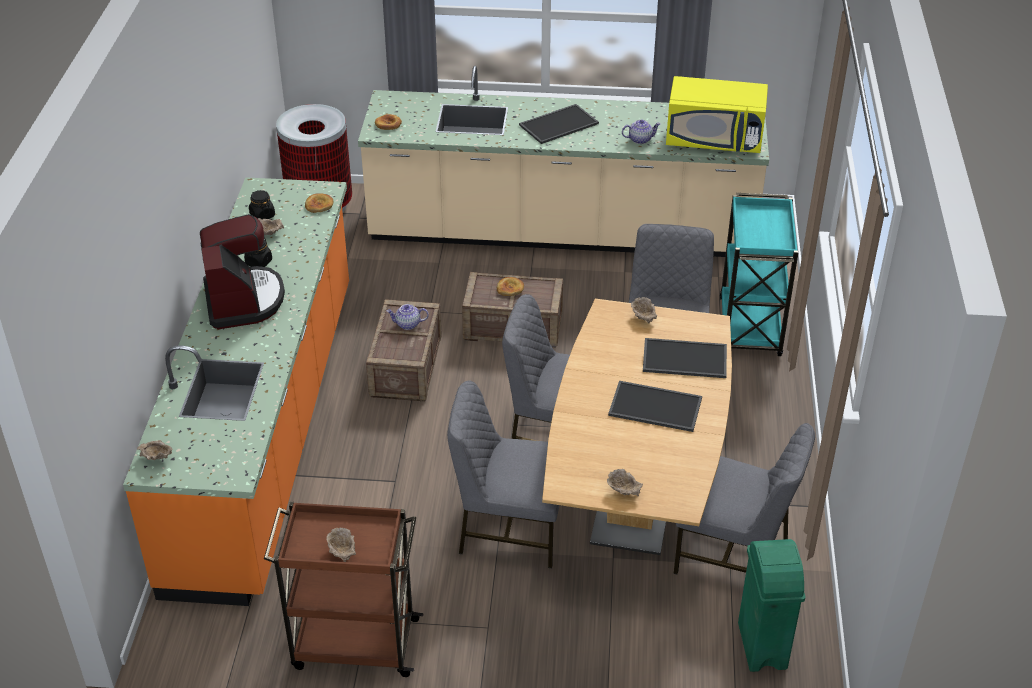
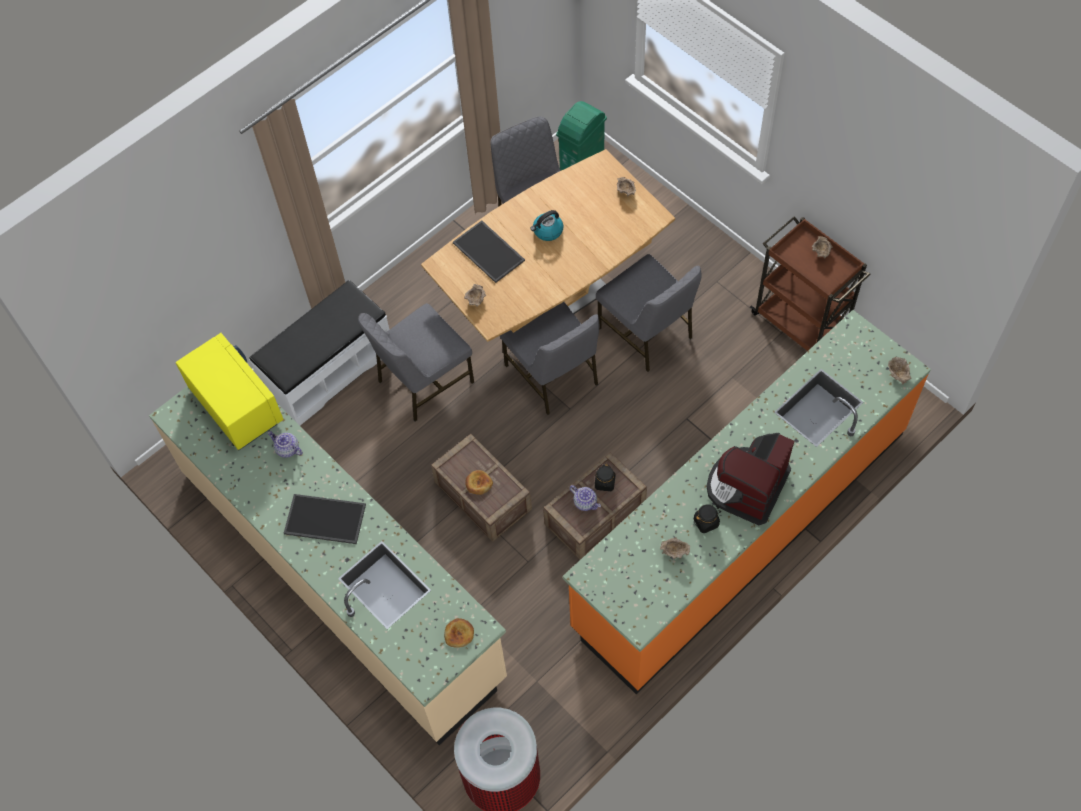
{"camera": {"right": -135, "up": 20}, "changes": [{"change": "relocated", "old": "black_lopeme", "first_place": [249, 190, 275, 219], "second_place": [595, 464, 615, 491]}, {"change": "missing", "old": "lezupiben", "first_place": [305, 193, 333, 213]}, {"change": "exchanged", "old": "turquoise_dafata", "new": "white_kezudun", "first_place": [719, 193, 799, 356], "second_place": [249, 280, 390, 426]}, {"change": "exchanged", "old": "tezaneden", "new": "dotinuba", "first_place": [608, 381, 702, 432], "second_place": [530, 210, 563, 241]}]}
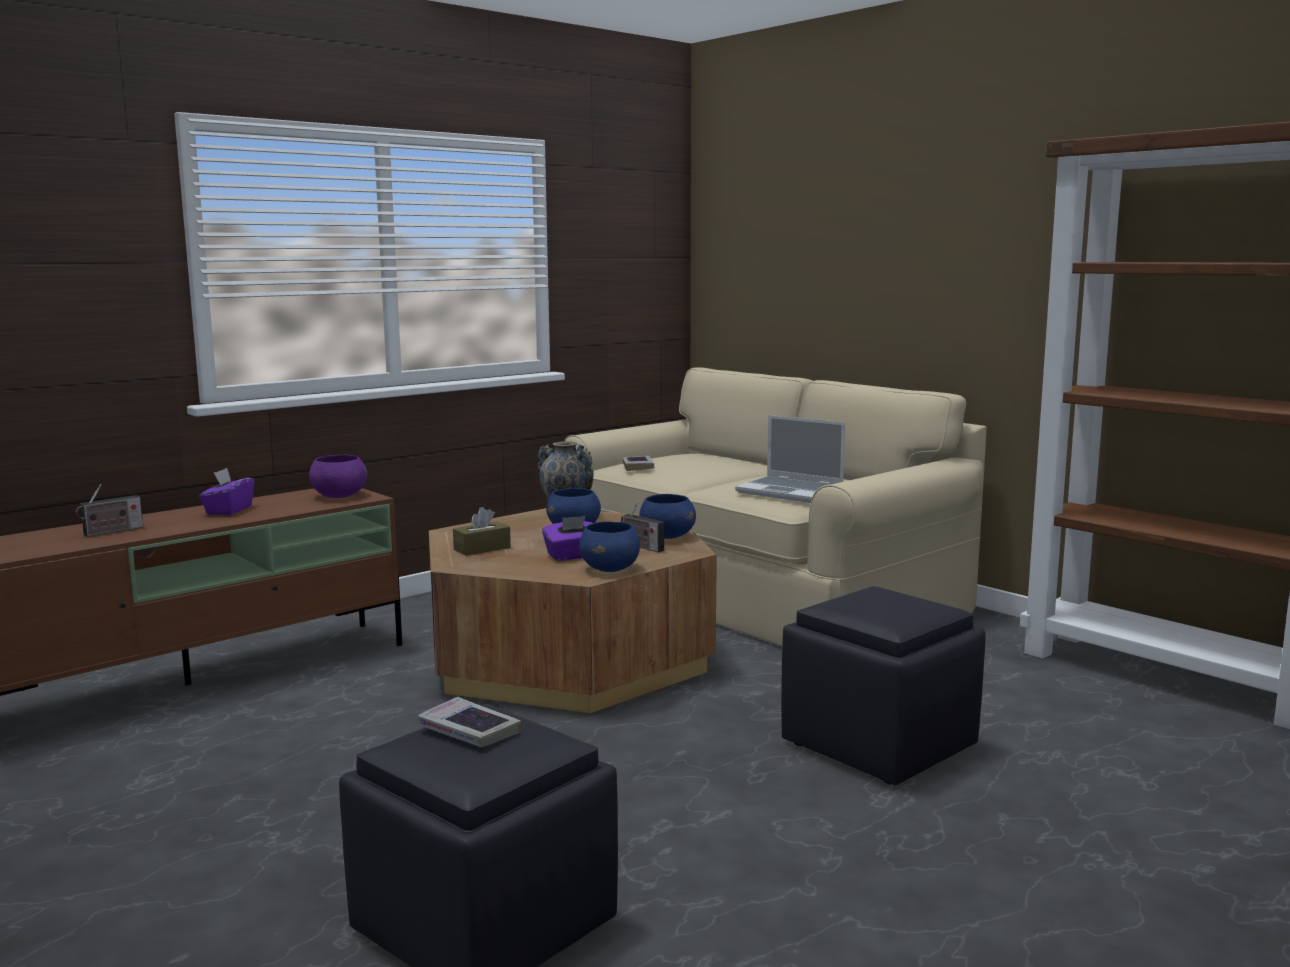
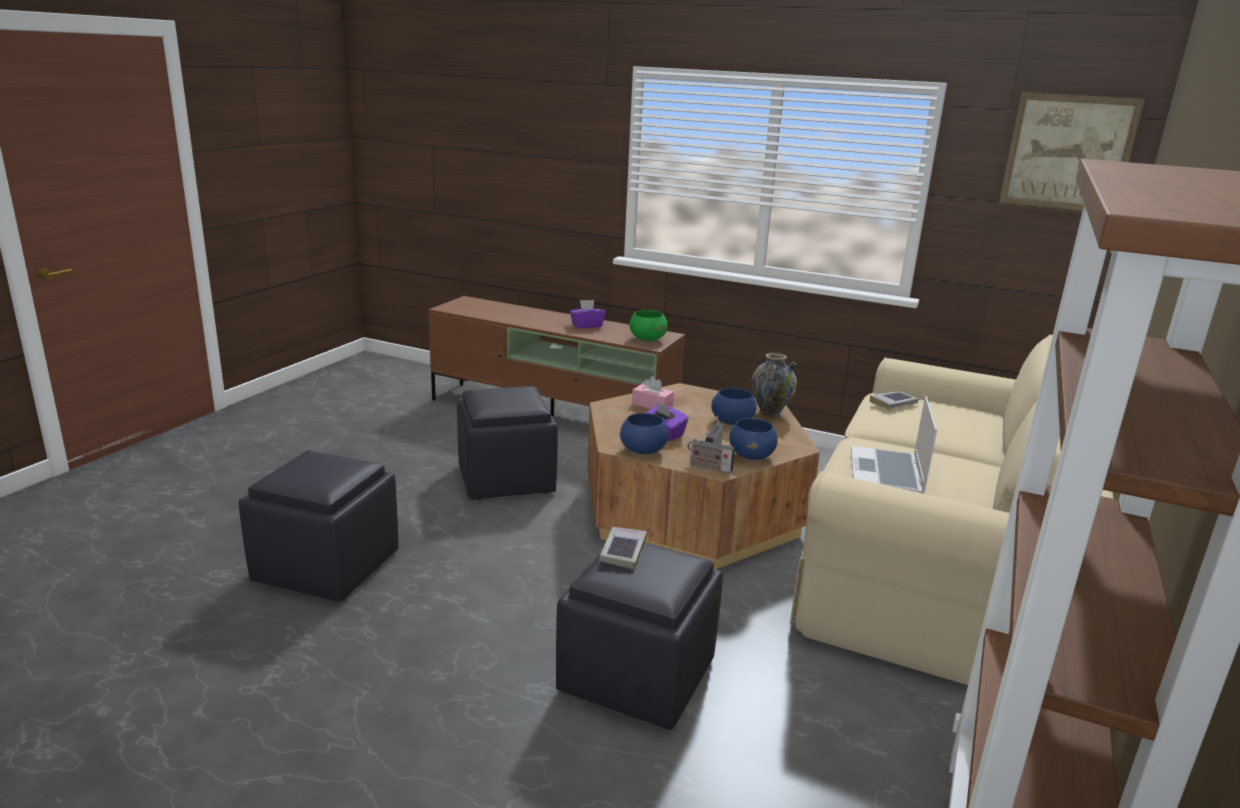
{"camera": {"right": 65, "up": 10}, "changes": [{"change": "colour", "old": "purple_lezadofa", "new": "green_lezadofa", "first_place": [309, 455, 367, 498], "second_place": [629, 310, 668, 341]}, {"change": "relocated", "old": "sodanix", "first_place": [75, 484, 143, 537], "second_place": [688, 430, 735, 473]}, {"change": "colour", "old": "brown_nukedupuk", "new": "pink_nukedupuk", "first_place": [453, 507, 511, 556], "second_place": [632, 376, 674, 409]}, {"change": "relocated", "old": "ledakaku", "first_place": [418, 697, 521, 747], "second_place": [599, 527, 647, 569]}, {"change": "appeared", "new": "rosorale", "second_place": [999, 92, 1145, 211]}, {"change": "appeared", "new": "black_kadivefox", "second_place": [457, 386, 558, 500]}]}
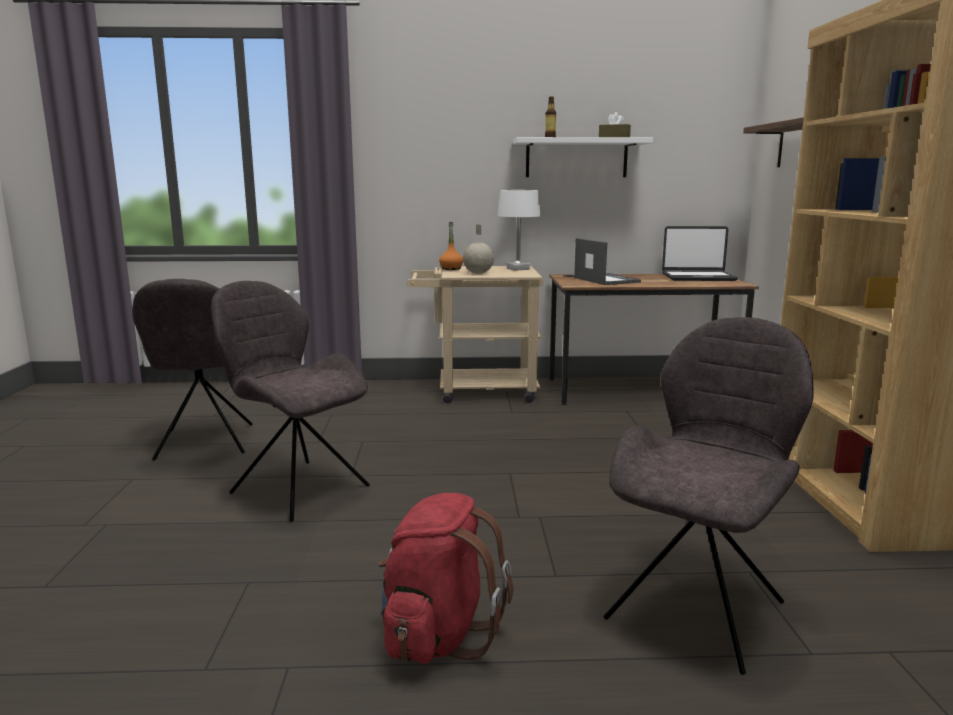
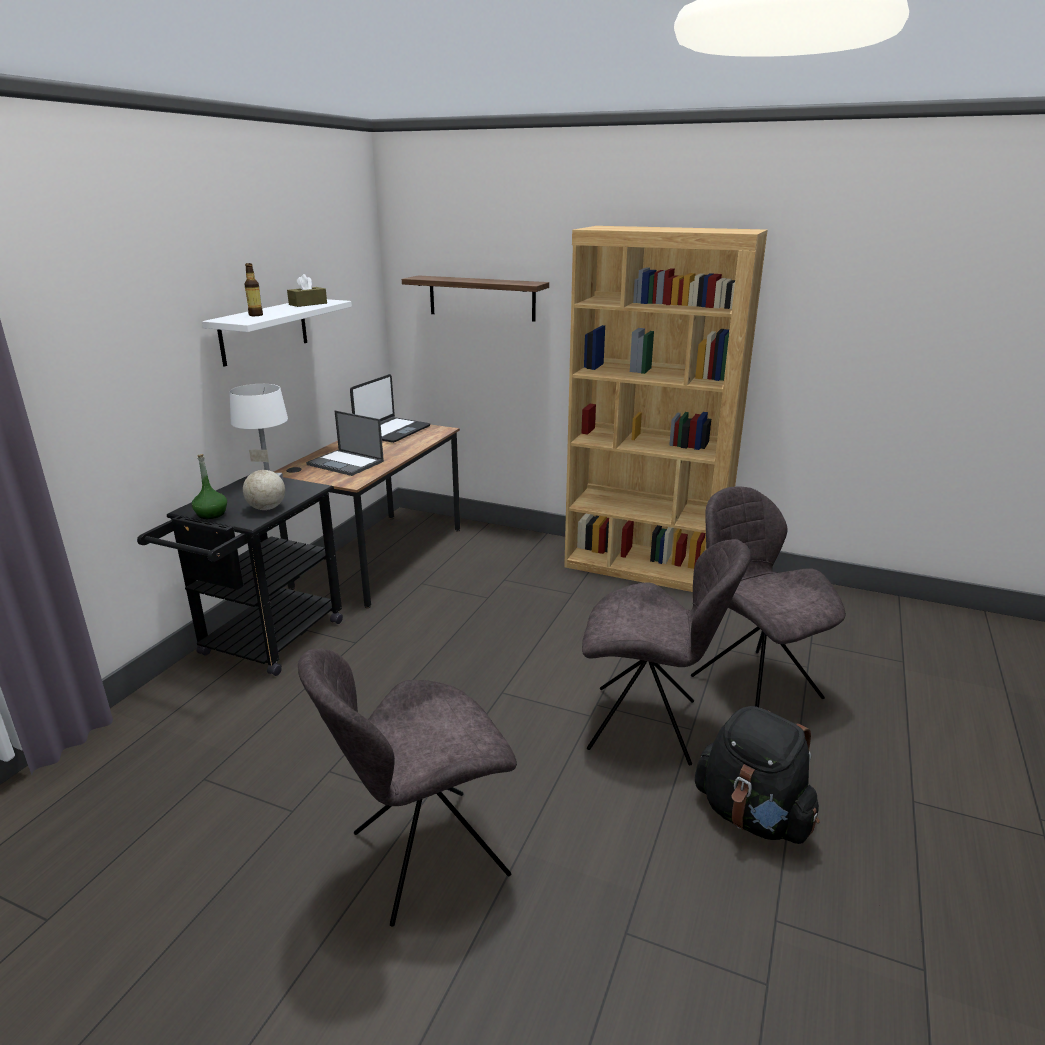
{"camera": {"right": -65, "up": 10}, "changes": [{"change": "colour", "old": "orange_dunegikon", "new": "green_dunegikon", "first_place": [439, 222, 463, 270], "second_place": [192, 454, 227, 519]}, {"change": "spun", "old": "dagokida", "first_place": [574, 238, 641, 285], "second_place": [306, 411, 384, 476], "degrees": -150}, {"change": "colour", "old": "beige_dafata", "new": "black_dafata", "first_place": [407, 266, 544, 403], "second_place": [137, 475, 343, 676]}, {"change": "relocated", "old": "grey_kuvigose", "first_place": [132, 279, 253, 461], "second_place": [582, 539, 751, 766]}, {"change": "colour", "old": "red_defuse", "new": "black_defuse", "first_place": [378, 493, 513, 664], "second_place": [695, 706, 820, 844]}]}
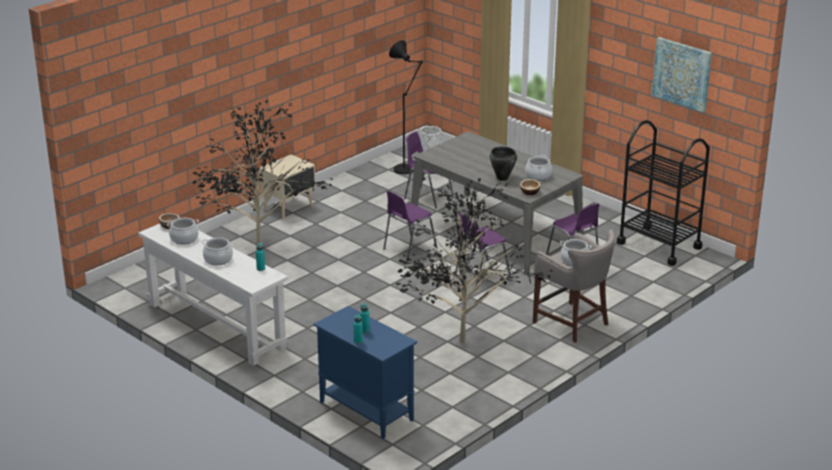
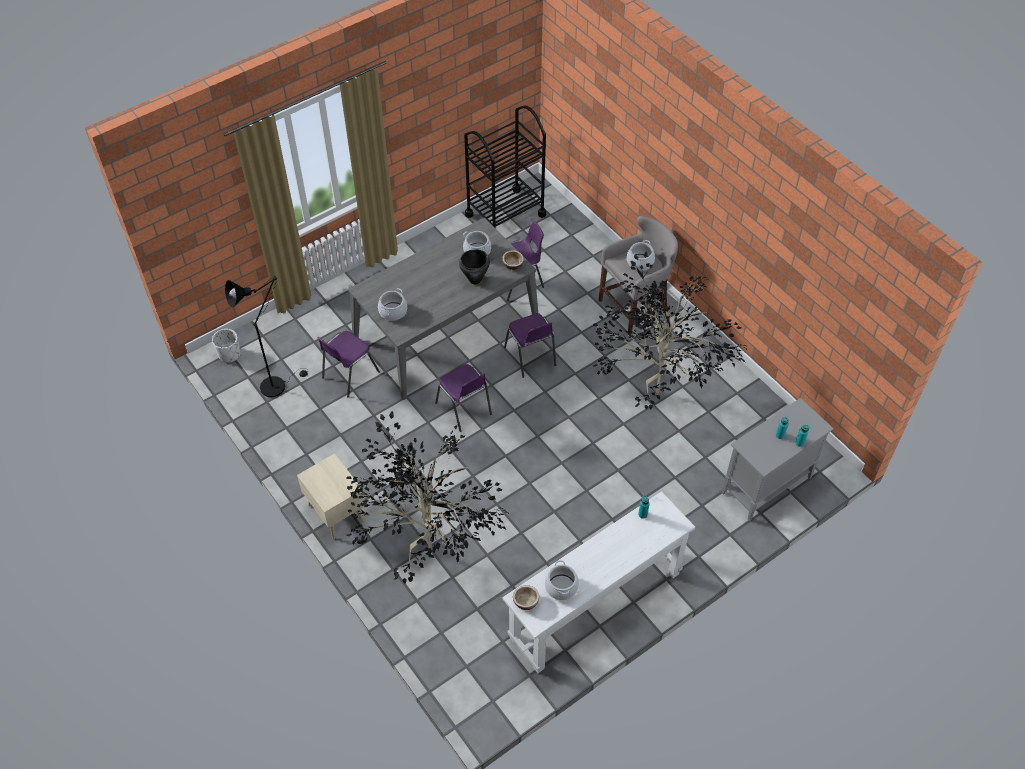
{"camera": {"right": -80, "up": 25}, "changes": [{"change": "missing", "old": "rosorale", "first_place": [652, 37, 712, 113]}, {"change": "relocated", "old": "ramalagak", "first_place": [202, 238, 233, 265], "second_place": [378, 288, 407, 321]}, {"change": "colour", "old": "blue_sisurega", "new": "grey_sisurega", "first_place": [314, 306, 417, 439], "second_place": [722, 398, 834, 521]}]}
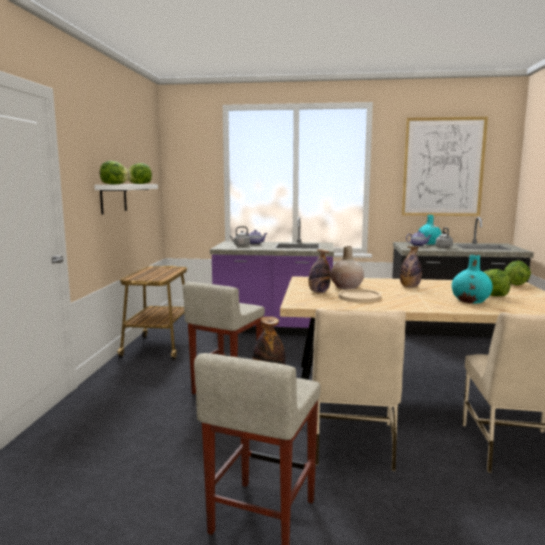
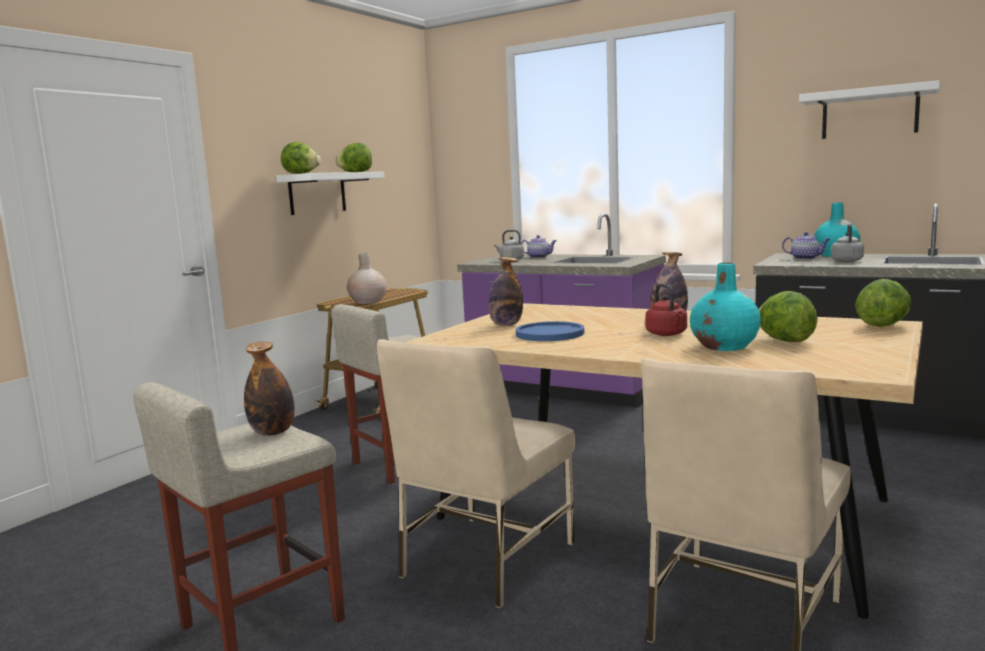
{"camera": {"right": 25, "up": 0}, "changes": [{"change": "exchanged", "old": "rosorale", "new": "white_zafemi", "first_place": [402, 117, 488, 216], "second_place": [799, 80, 940, 139]}, {"change": "relocated", "old": "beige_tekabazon", "first_place": [331, 246, 364, 290], "second_place": [347, 253, 387, 304]}, {"change": "colour", "old": "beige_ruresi", "new": "blue_ruresi", "first_place": [339, 289, 382, 303], "second_place": [516, 321, 584, 341]}, {"change": "appeared", "new": "red_dotinuba", "second_place": [645, 283, 687, 336]}]}
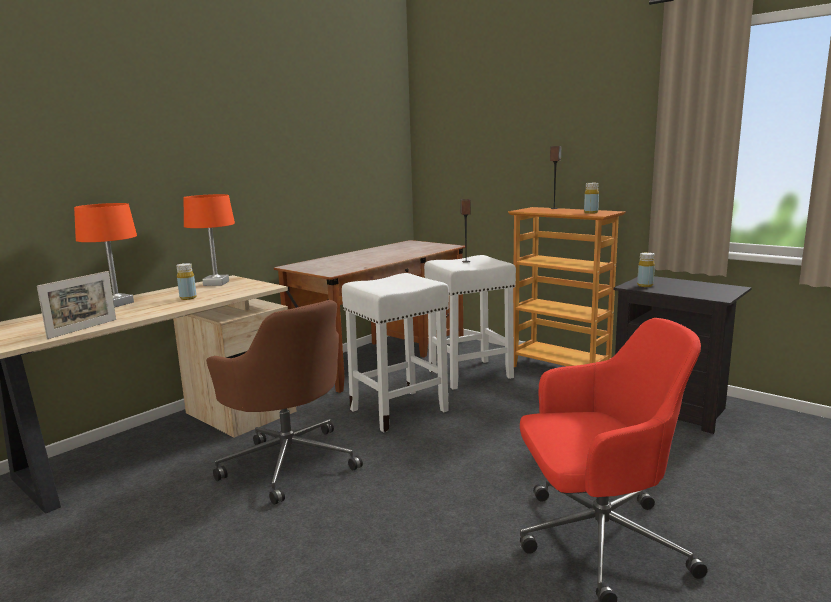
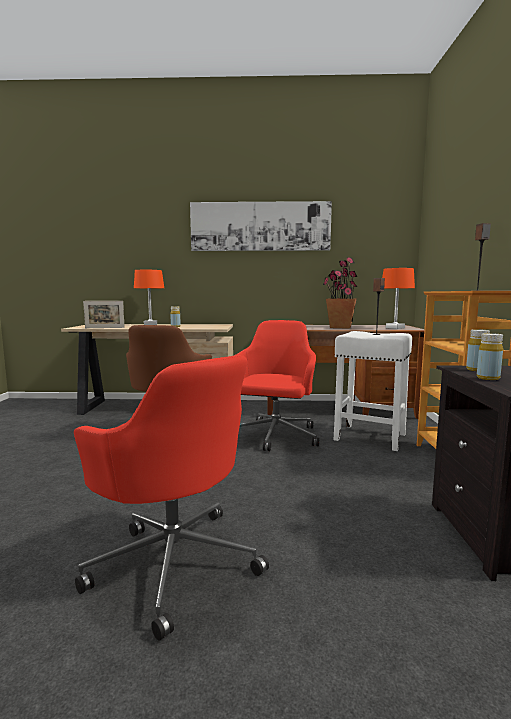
{"camera": {"right": 50, "up": -5}, "changes": [{"change": "relocated", "old": "yellow_dunegikon", "first_place": [584, 183, 599, 214], "second_place": [477, 333, 503, 380]}, {"change": "relocated", "old": "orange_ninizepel", "first_place": [184, 194, 235, 286], "second_place": [382, 268, 415, 329]}, {"change": "exchanged", "old": "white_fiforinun", "new": "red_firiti", "first_place": [342, 273, 449, 432], "second_place": [234, 320, 319, 451]}, {"change": "appeared", "new": "rosorale", "second_place": [190, 201, 332, 251]}, {"change": "appeared", "new": "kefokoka", "second_place": [323, 257, 358, 329]}]}
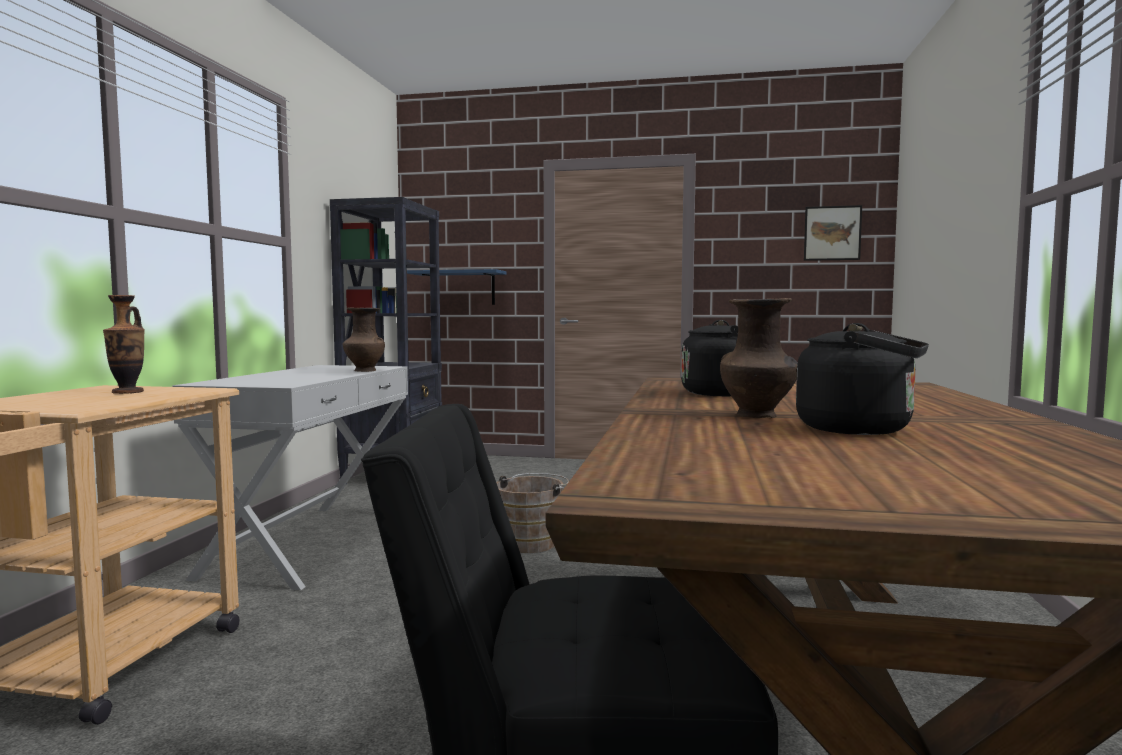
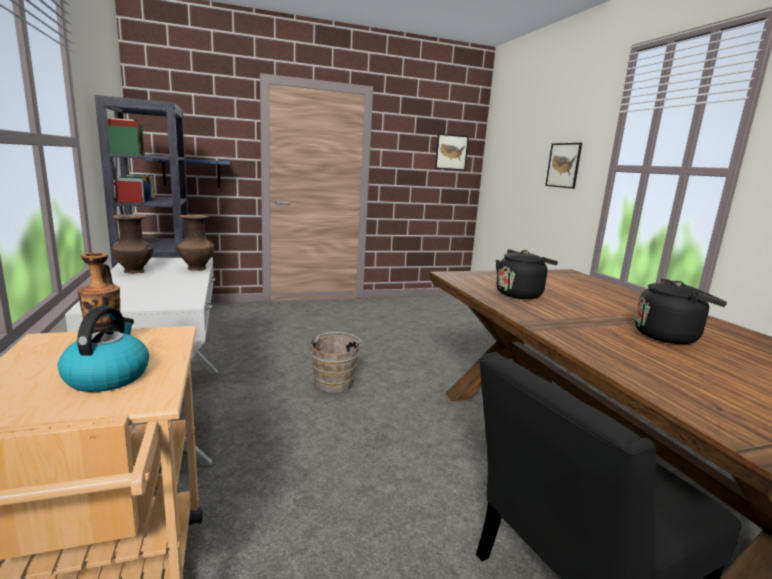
{"camera": {"right": -30, "up": 10}, "changes": [{"change": "relocated", "old": "brown_tekabazon", "first_place": [720, 298, 798, 418], "second_place": [112, 214, 154, 274]}, {"change": "appeared", "new": "rosorale", "second_place": [545, 143, 582, 189]}, {"change": "appeared", "new": "dotinuba", "second_place": [58, 306, 149, 392]}]}
